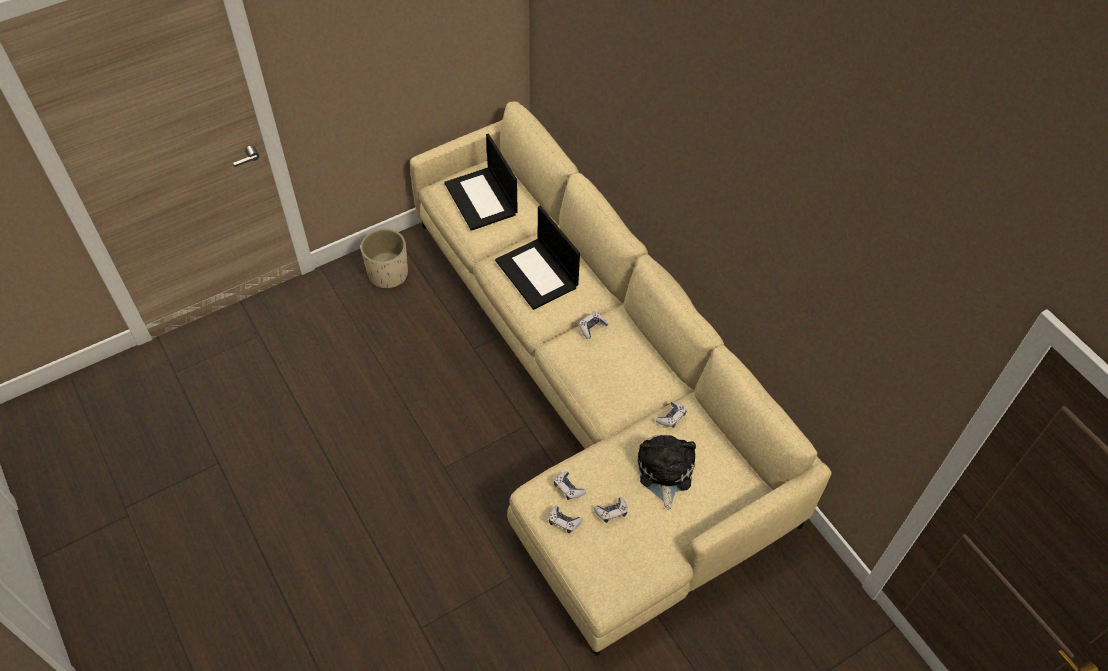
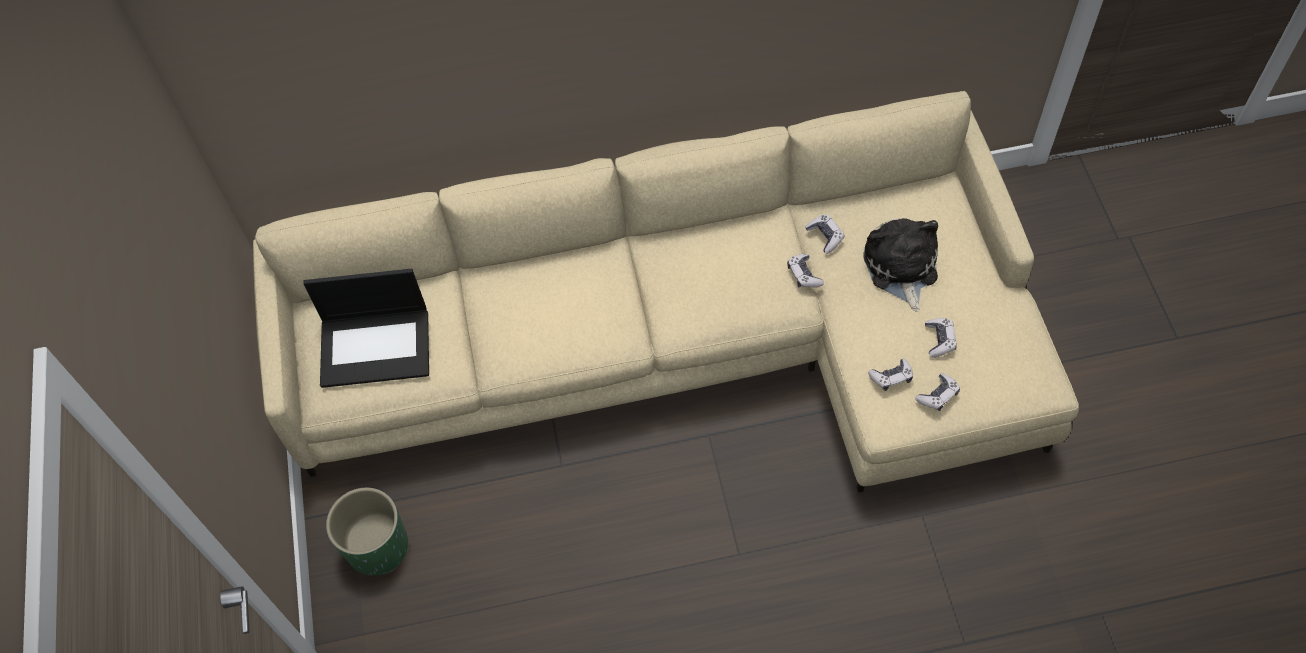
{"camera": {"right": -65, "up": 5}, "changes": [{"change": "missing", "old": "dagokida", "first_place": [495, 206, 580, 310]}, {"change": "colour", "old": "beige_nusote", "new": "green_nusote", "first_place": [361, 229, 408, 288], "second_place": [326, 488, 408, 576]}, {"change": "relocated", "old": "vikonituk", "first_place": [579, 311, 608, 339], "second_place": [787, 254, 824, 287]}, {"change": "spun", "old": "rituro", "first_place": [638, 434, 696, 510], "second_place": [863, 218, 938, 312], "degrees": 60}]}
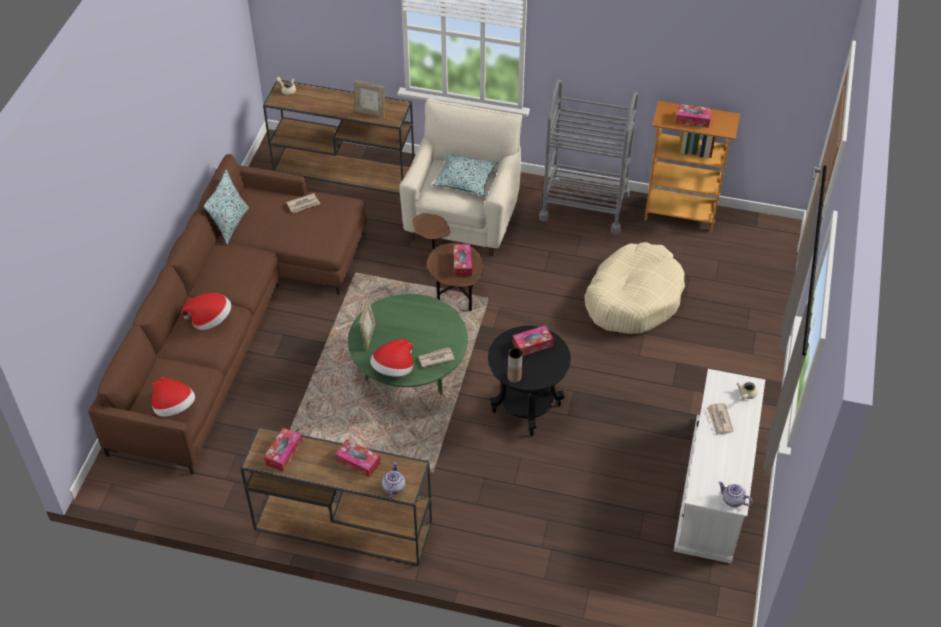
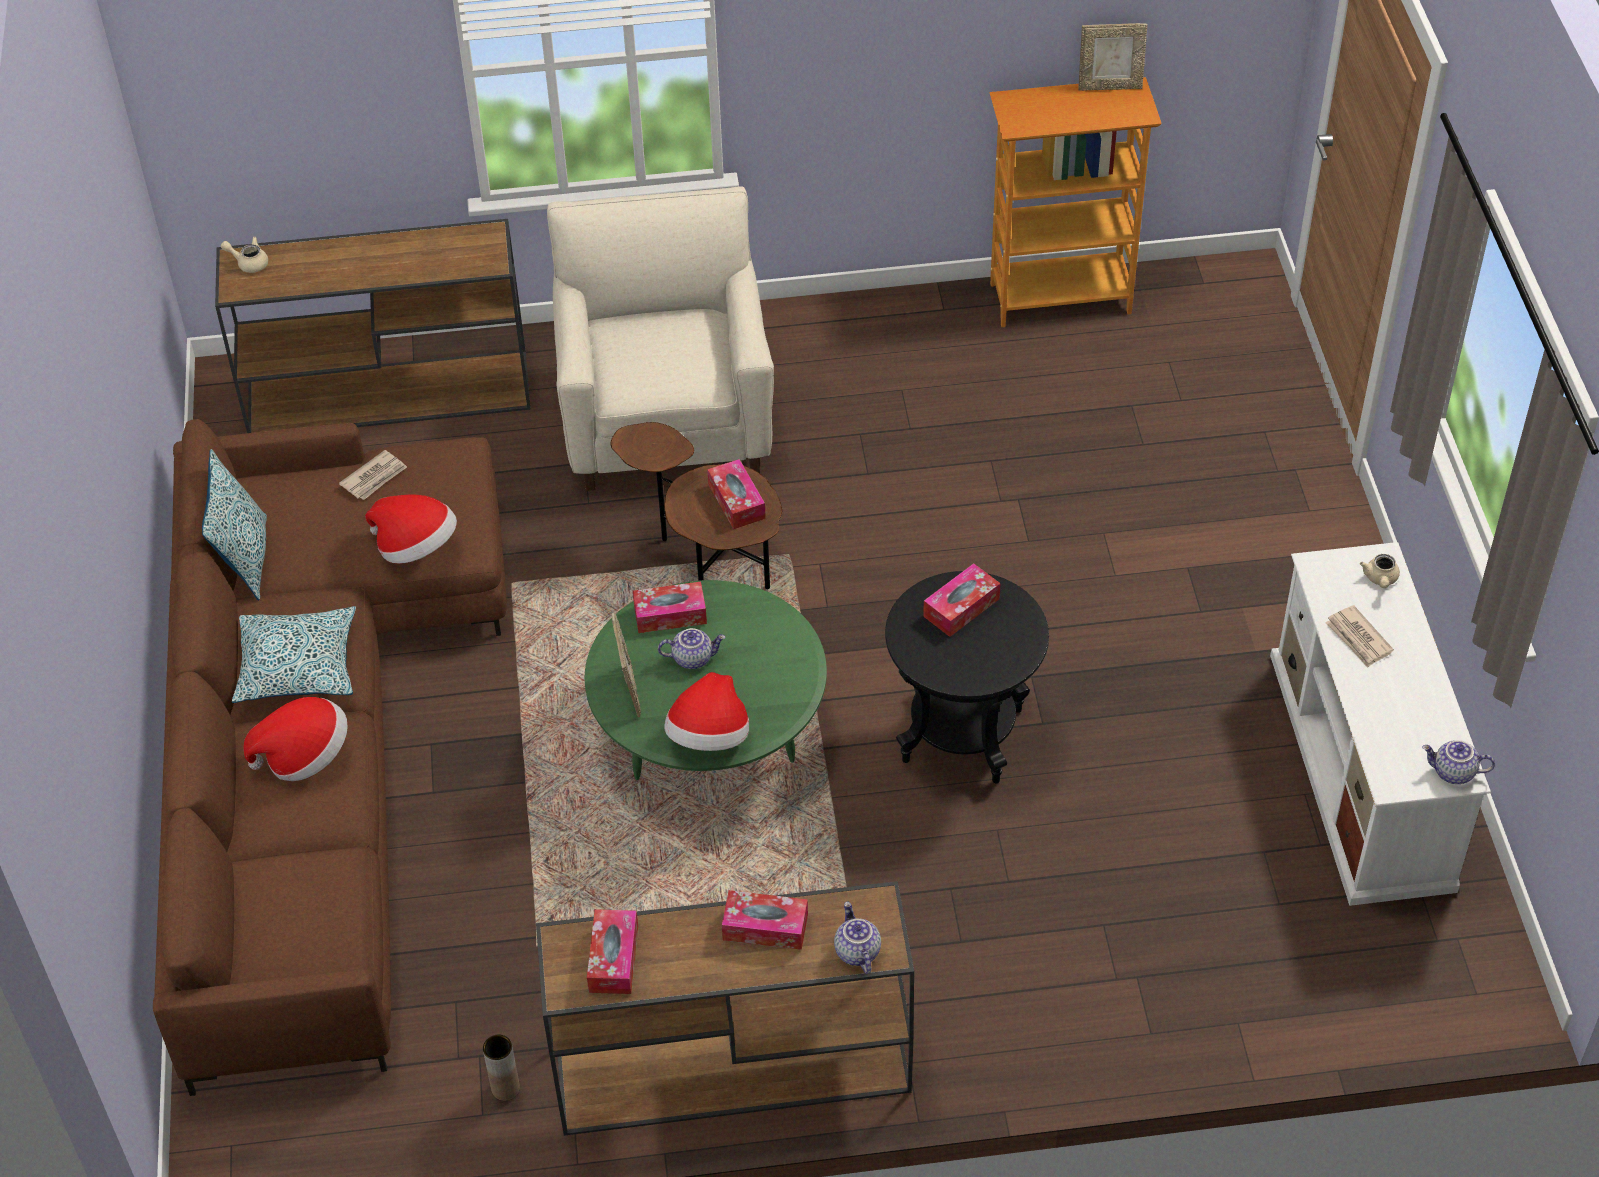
{"camera": {"right": -20, "up": 0}, "changes": [{"change": "missing", "old": "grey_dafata", "first_place": [539, 79, 638, 234]}, {"change": "relocated", "old": "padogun", "first_place": [354, 80, 385, 118], "second_place": [1079, 23, 1148, 91]}, {"change": "relocated", "old": "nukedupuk", "first_place": [676, 104, 712, 128], "second_place": [633, 582, 707, 633]}, {"change": "relocated", "old": "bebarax", "first_place": [432, 153, 498, 196], "second_place": [232, 606, 356, 703]}, {"change": "missing", "old": "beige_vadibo", "first_place": [584, 242, 685, 334]}, {"change": "missing", "old": "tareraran", "first_place": [418, 348, 455, 367]}, {"change": "relocated", "old": "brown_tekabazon", "first_place": [508, 348, 523, 383], "second_place": [483, 1035, 520, 1101]}, {"change": "relocated", "old": "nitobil", "first_place": [152, 377, 195, 417], "second_place": [365, 495, 457, 564]}, {"change": "appeared", "new": "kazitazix", "second_place": [658, 628, 726, 669]}]}
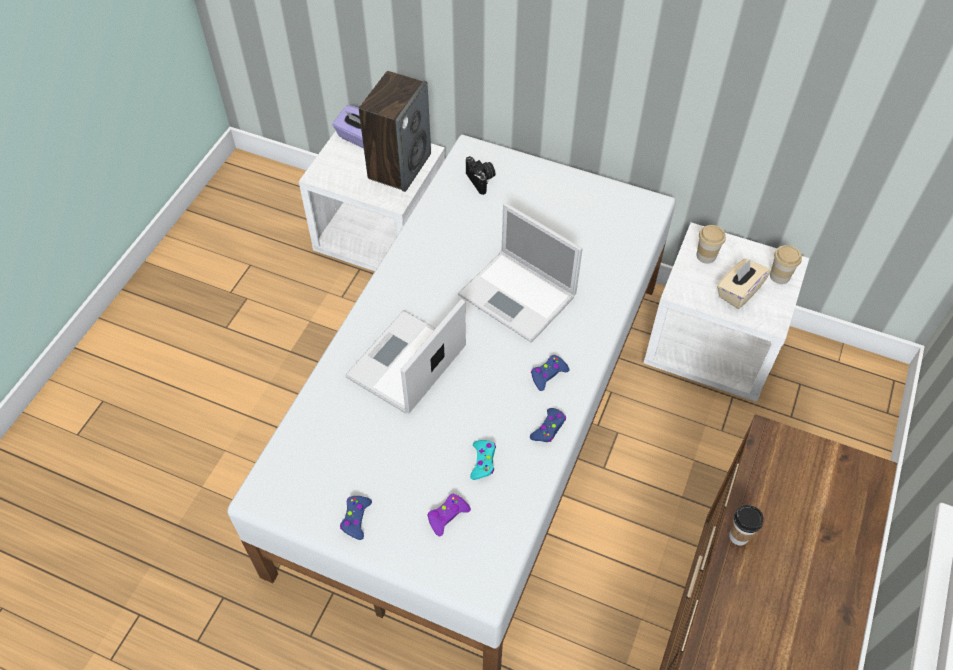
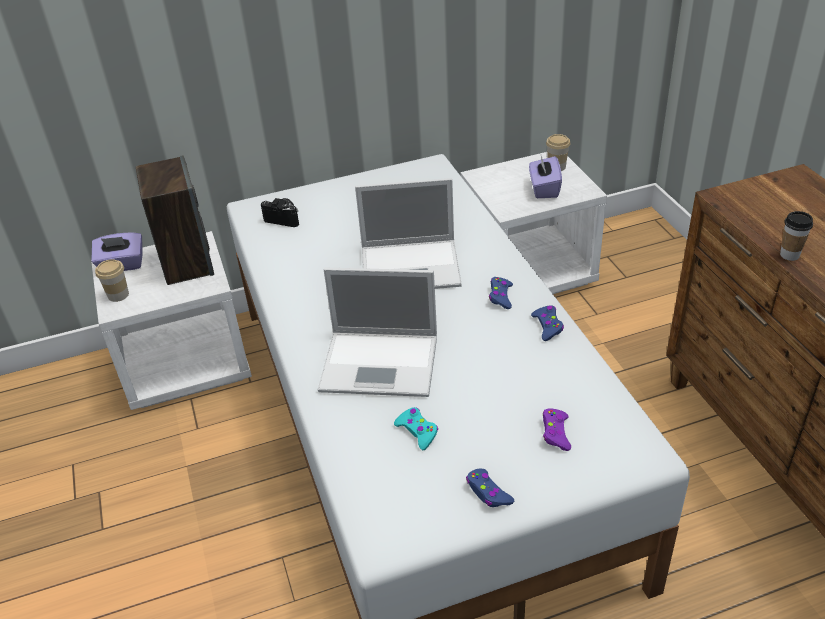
{"camera": {"right": -40, "up": -15}, "changes": [{"change": "relocated", "old": "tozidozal", "first_place": [696, 225, 726, 264], "second_place": [95, 259, 129, 302]}, {"change": "colour", "old": "beige_nukedupuk", "new": "purple_nukedupuk", "first_place": [717, 259, 771, 309], "second_place": [529, 156, 562, 198]}, {"change": "spun", "old": "dagokida", "first_place": [345, 299, 466, 414], "second_place": [318, 268, 437, 397], "degrees": -75}, {"change": "relocated", "old": "turquoise_vikonituk", "first_place": [470, 440, 496, 480], "second_place": [394, 407, 438, 450]}]}
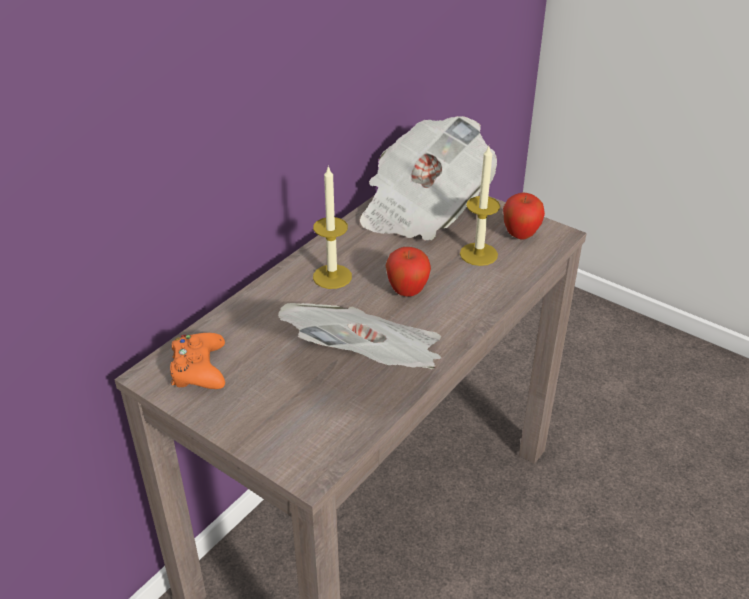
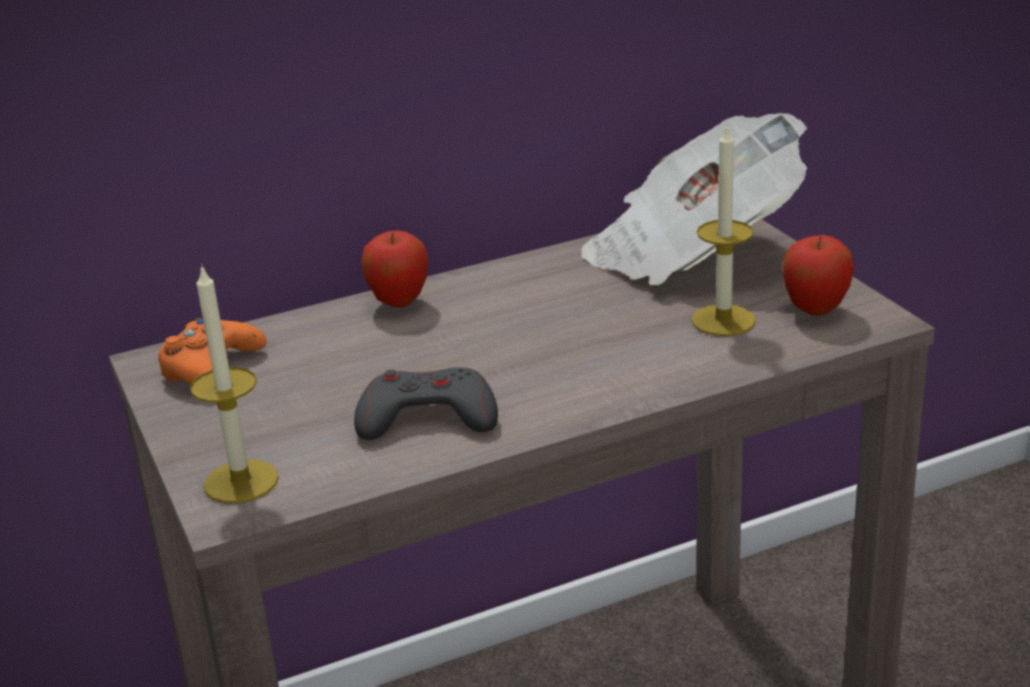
{"camera": {"right": 30, "up": -10}, "changes": [{"change": "relocated", "old": "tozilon", "first_place": [313, 165, 352, 289], "second_place": [190, 264, 279, 503]}, {"change": "relocated", "old": "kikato", "first_place": [385, 247, 431, 297], "second_place": [361, 231, 428, 308]}, {"change": "exchanged", "old": "tareraran", "new": "grey_vikonituk", "first_place": [278, 303, 442, 369], "second_place": [354, 367, 498, 440]}]}
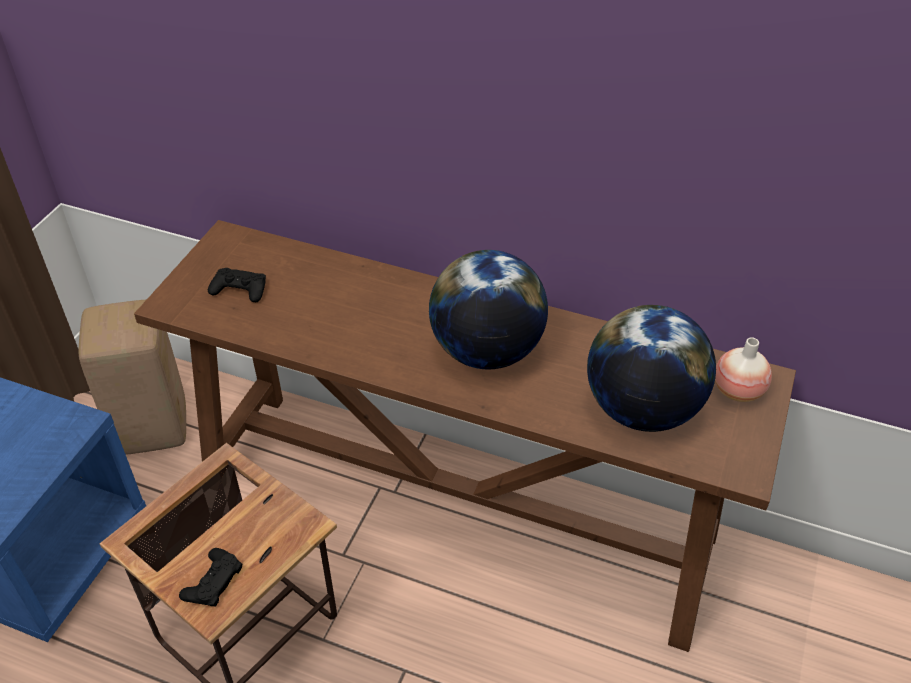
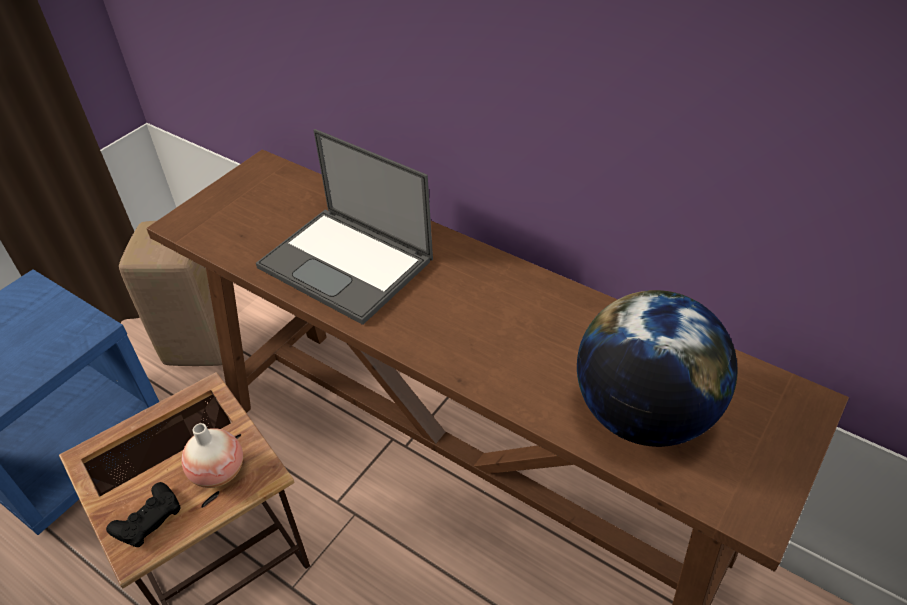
{"camera": {"right": 15, "up": 0}, "changes": [{"change": "missing", "old": "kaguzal", "first_place": [429, 250, 548, 369]}, {"change": "missing", "old": "black_vikonituk", "first_place": [208, 268, 266, 302]}, {"change": "relocated", "old": "tekabazon", "first_place": [715, 337, 772, 402], "second_place": [182, 423, 243, 488]}, {"change": "appeared", "new": "dagokida", "second_place": [256, 129, 433, 325]}]}
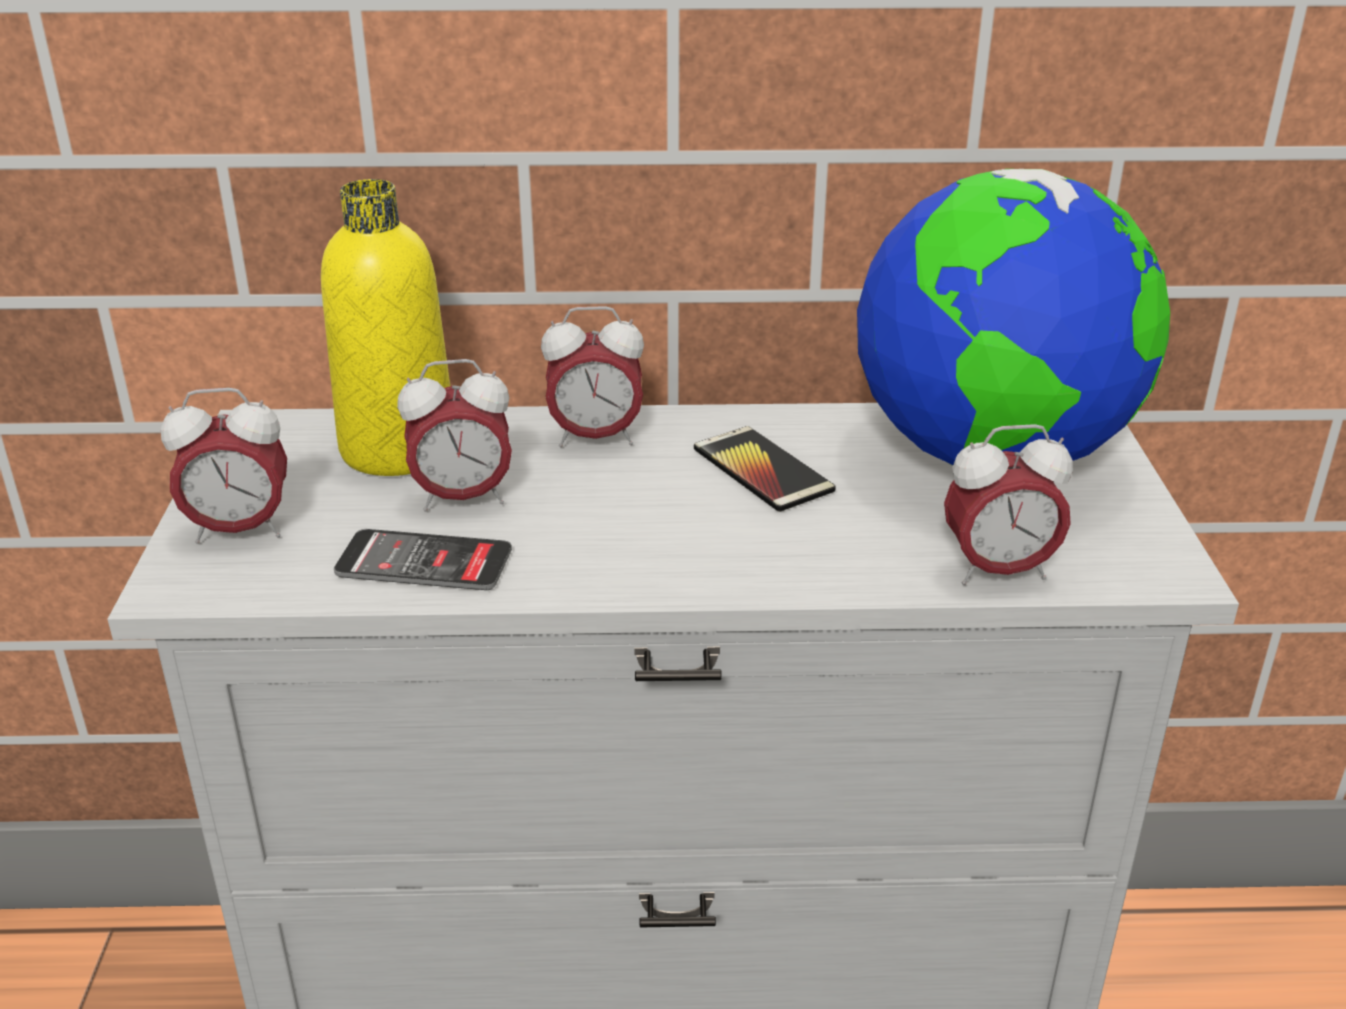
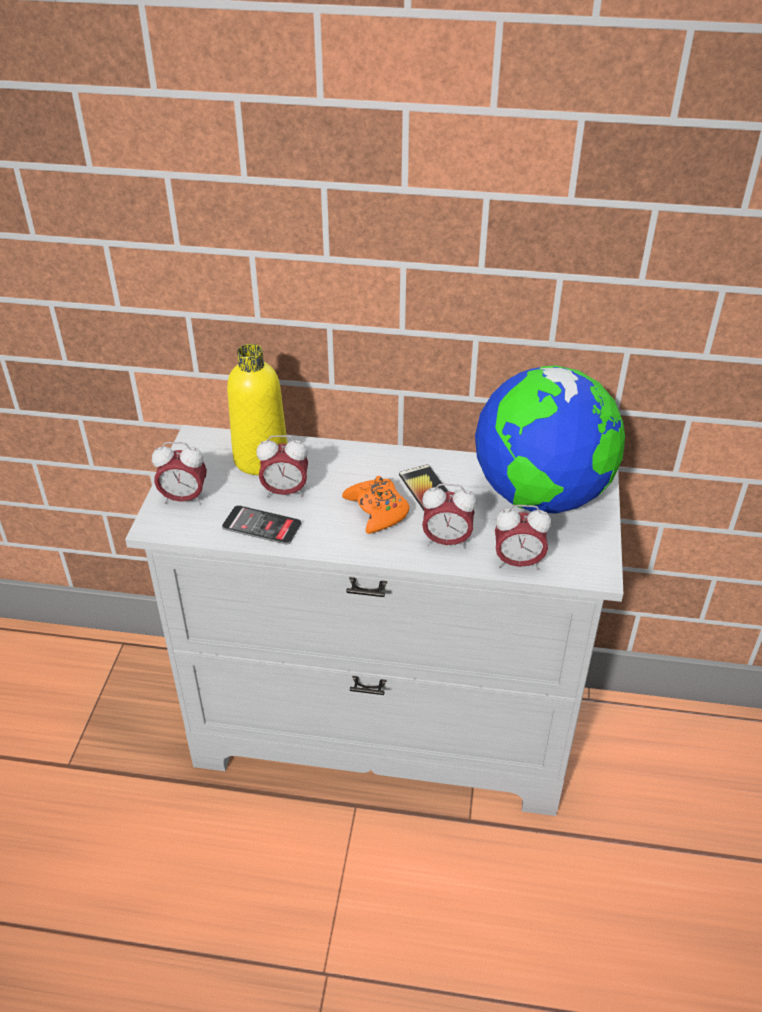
{"camera": {"right": 10, "up": 10}, "changes": [{"change": "relocated", "old": "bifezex", "first_place": [541, 306, 644, 447], "second_place": [422, 484, 476, 549]}, {"change": "appeared", "new": "orange_vikonituk", "second_place": [342, 476, 410, 534]}]}
